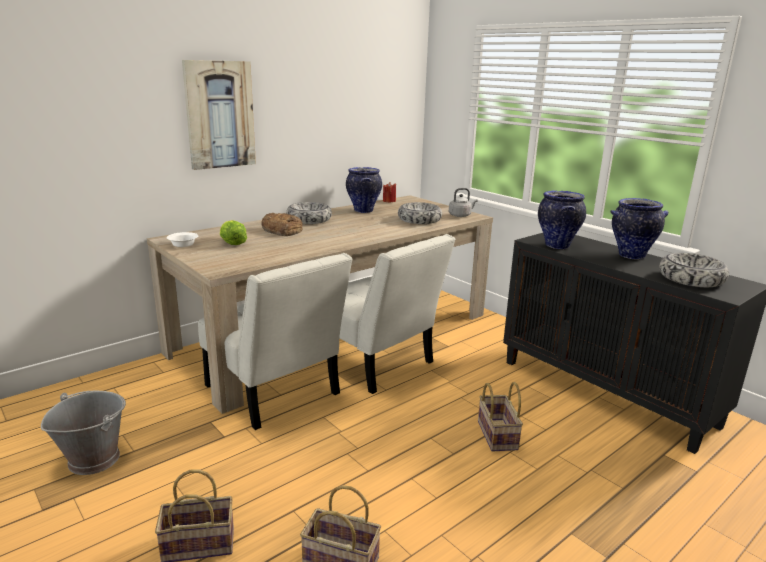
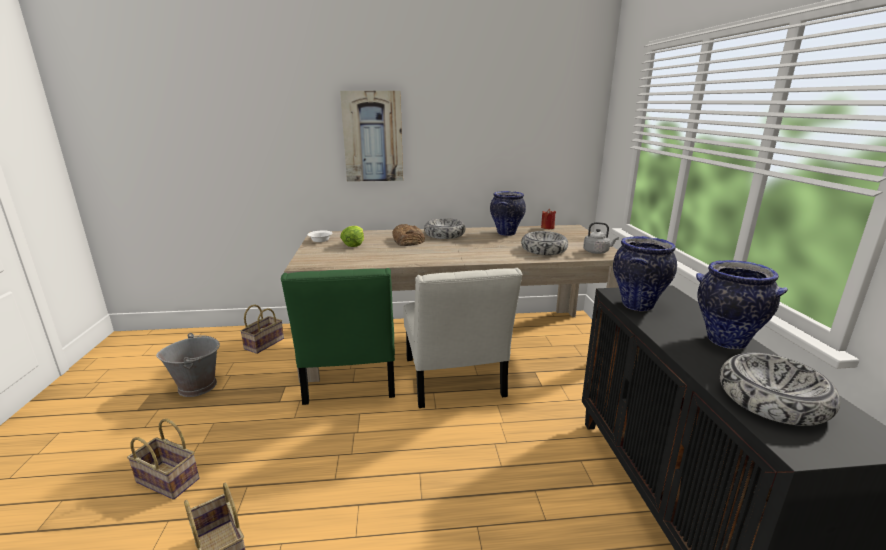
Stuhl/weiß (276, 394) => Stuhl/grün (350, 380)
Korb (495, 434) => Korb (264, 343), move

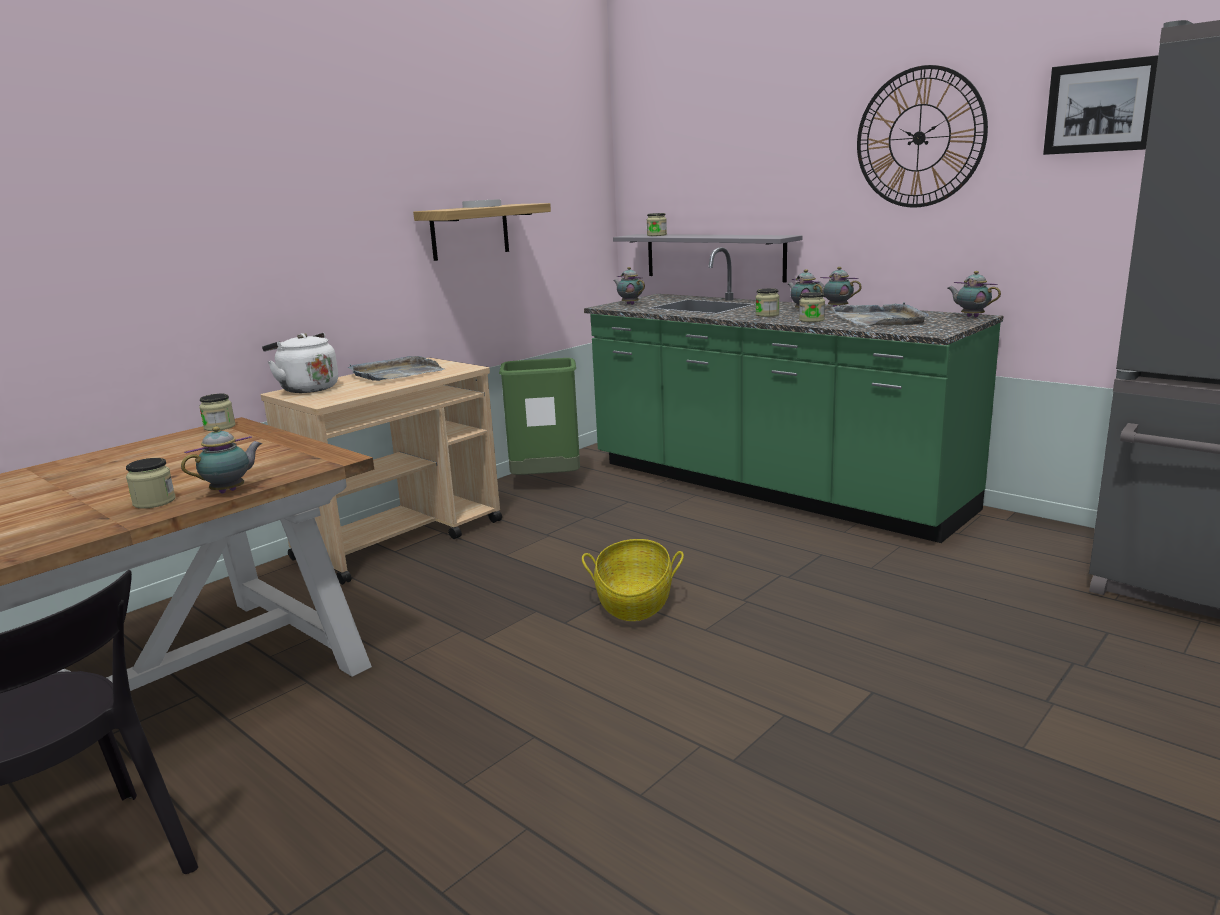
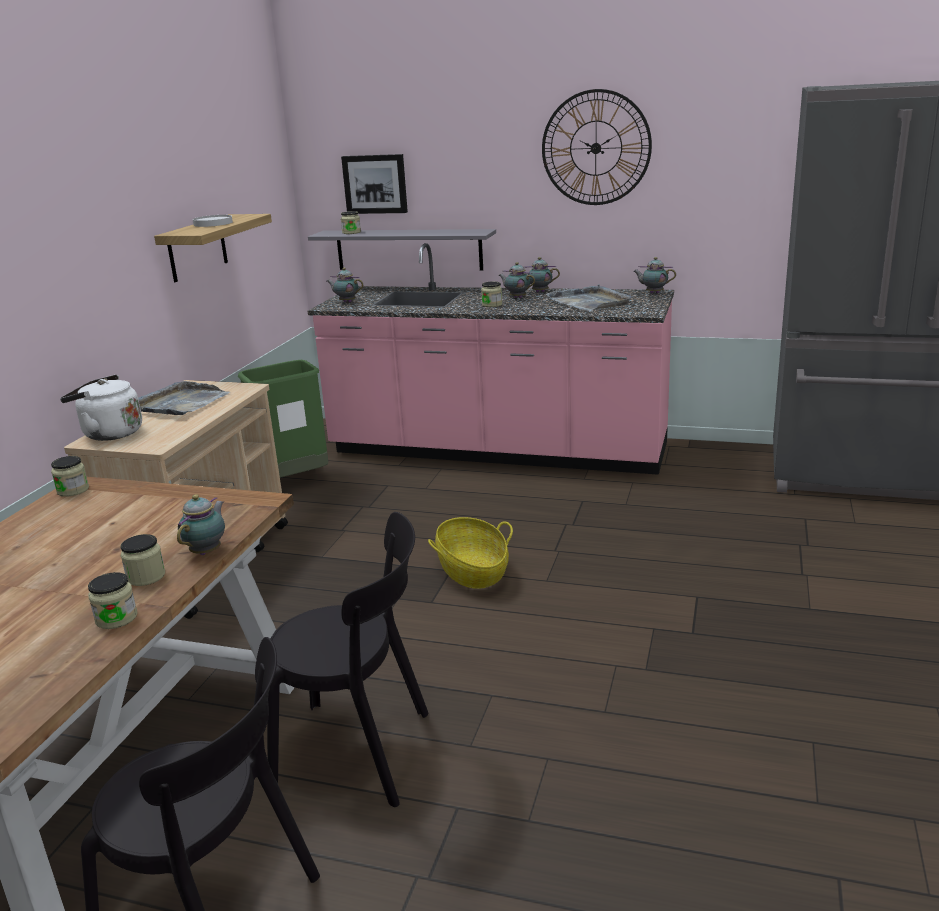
Bild (1101, 107) => Bild (375, 184), move
Küchenzeile/grün (771, 487) => Küchenzeile/rosa (497, 450)
Vorratsglas (811, 320) => Vorratsglas (116, 618), move
nothing => Stuhl/schwarz (360, 752)

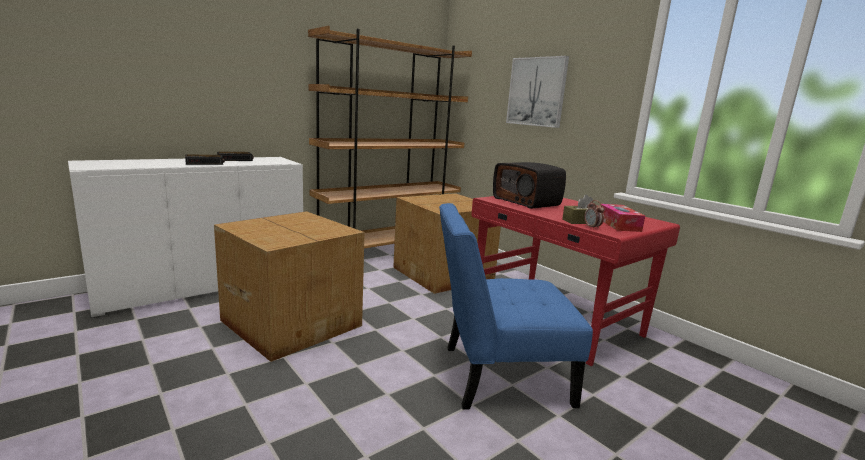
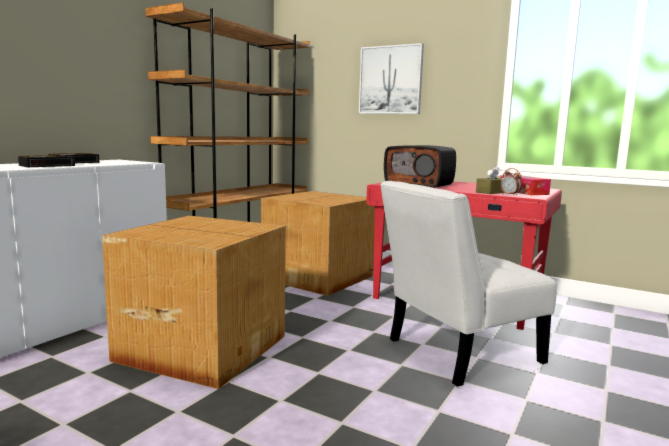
Stuhl/blau (497, 375) => Stuhl/weiß (457, 353)

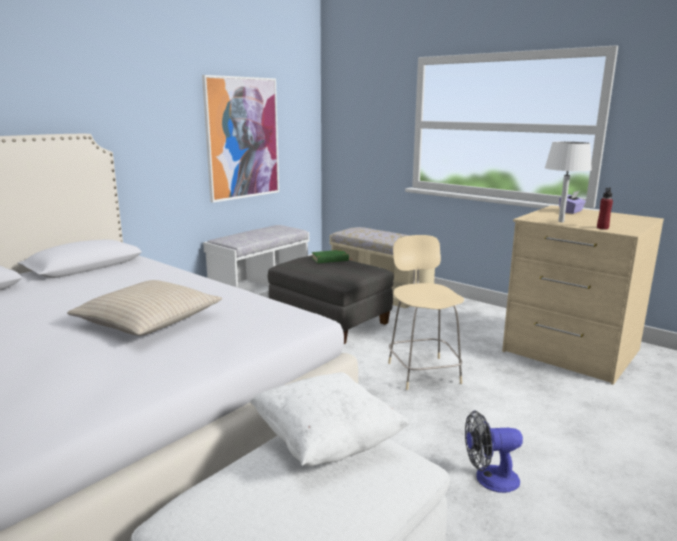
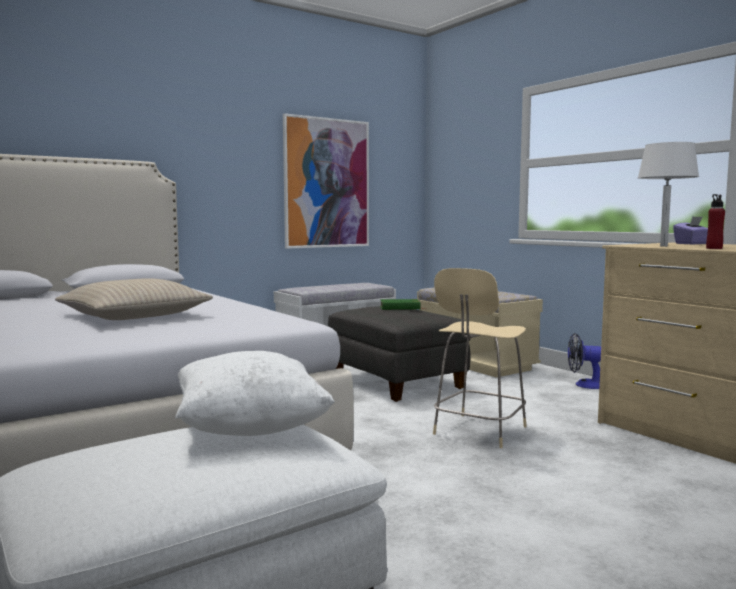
Stuhl/beige (422, 371) => Stuhl/beige (478, 431), 150 degrees counterclockwise
Ventilator (489, 479) => Ventilator (585, 385), move

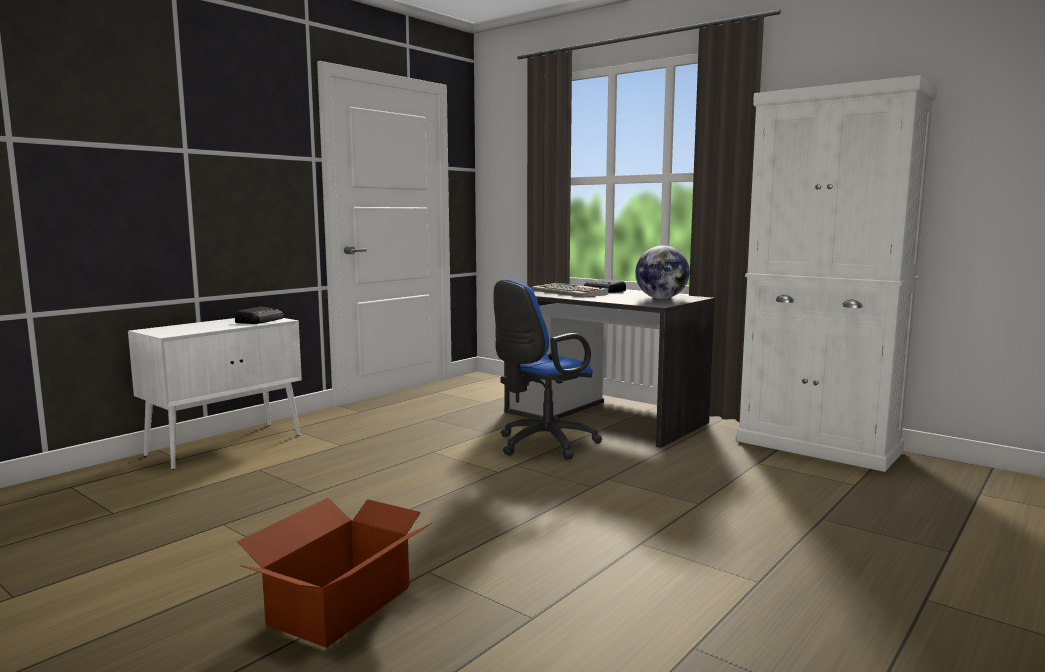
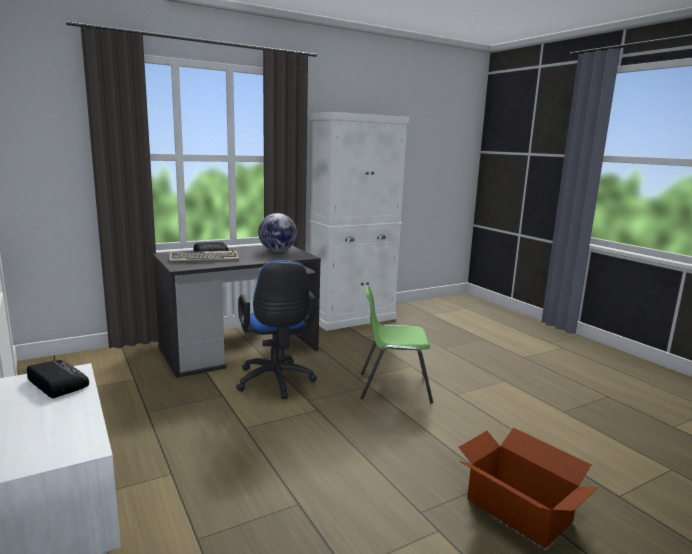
nothing => Stuhl/grün (393, 387)

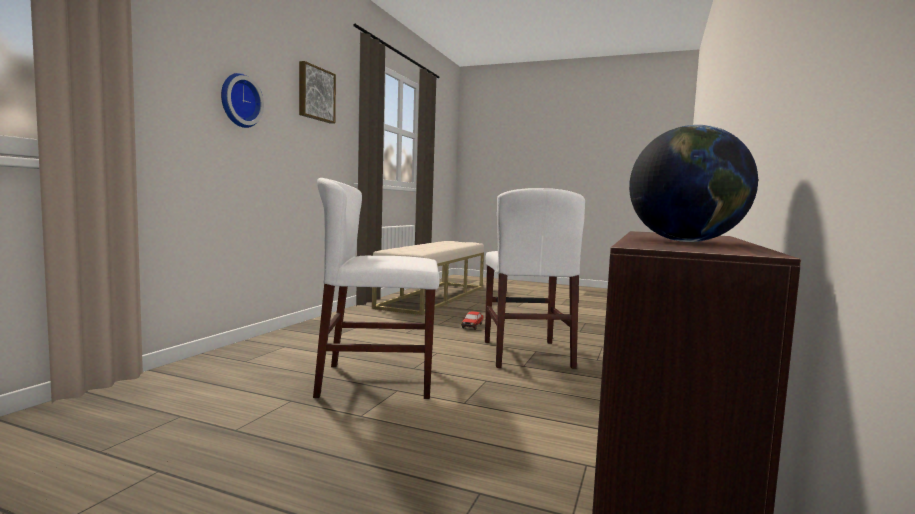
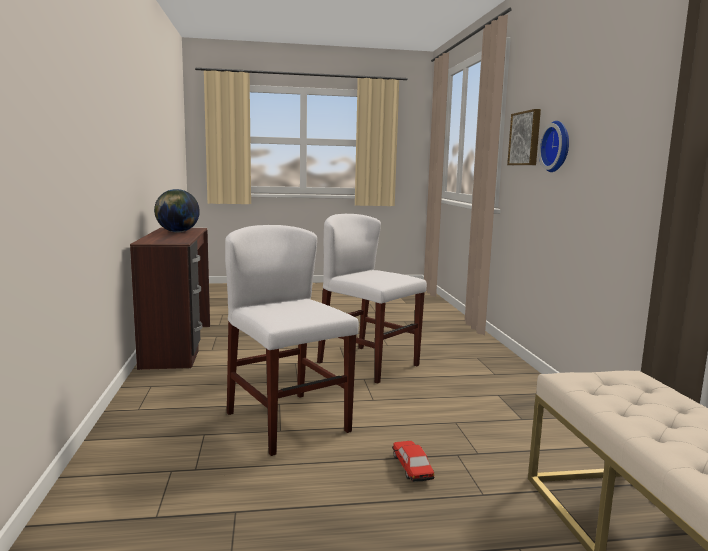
Bild (315, 94) => Bild (526, 138), move
Stuhl/weiß (377, 381) => Stuhl/weiß (368, 364), 105 degrees counterclockwise

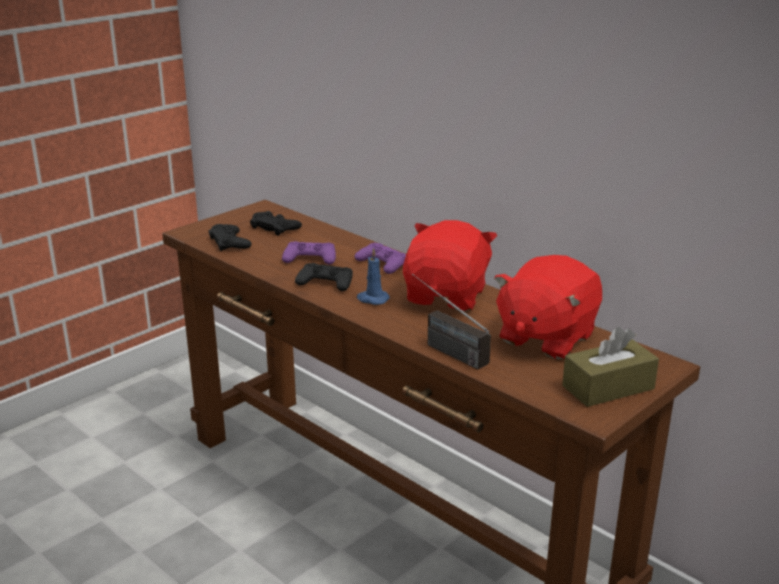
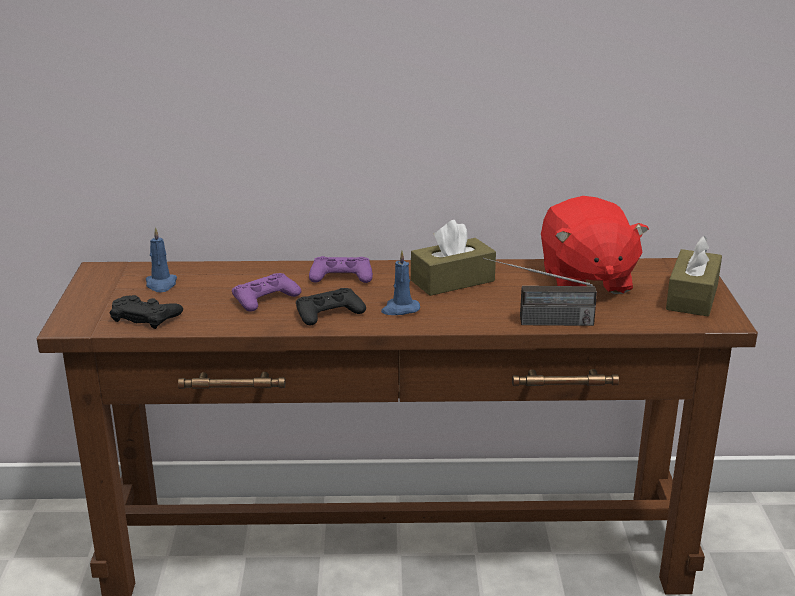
Gamepad/schwarz (275, 227) => Kerze/blau (161, 284)
Plüschtier/rot (447, 296) => Taschentuchbox/braun (452, 281)

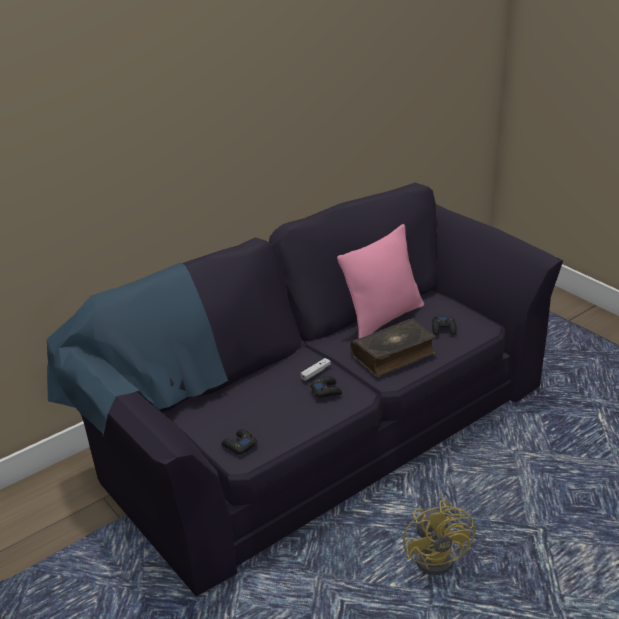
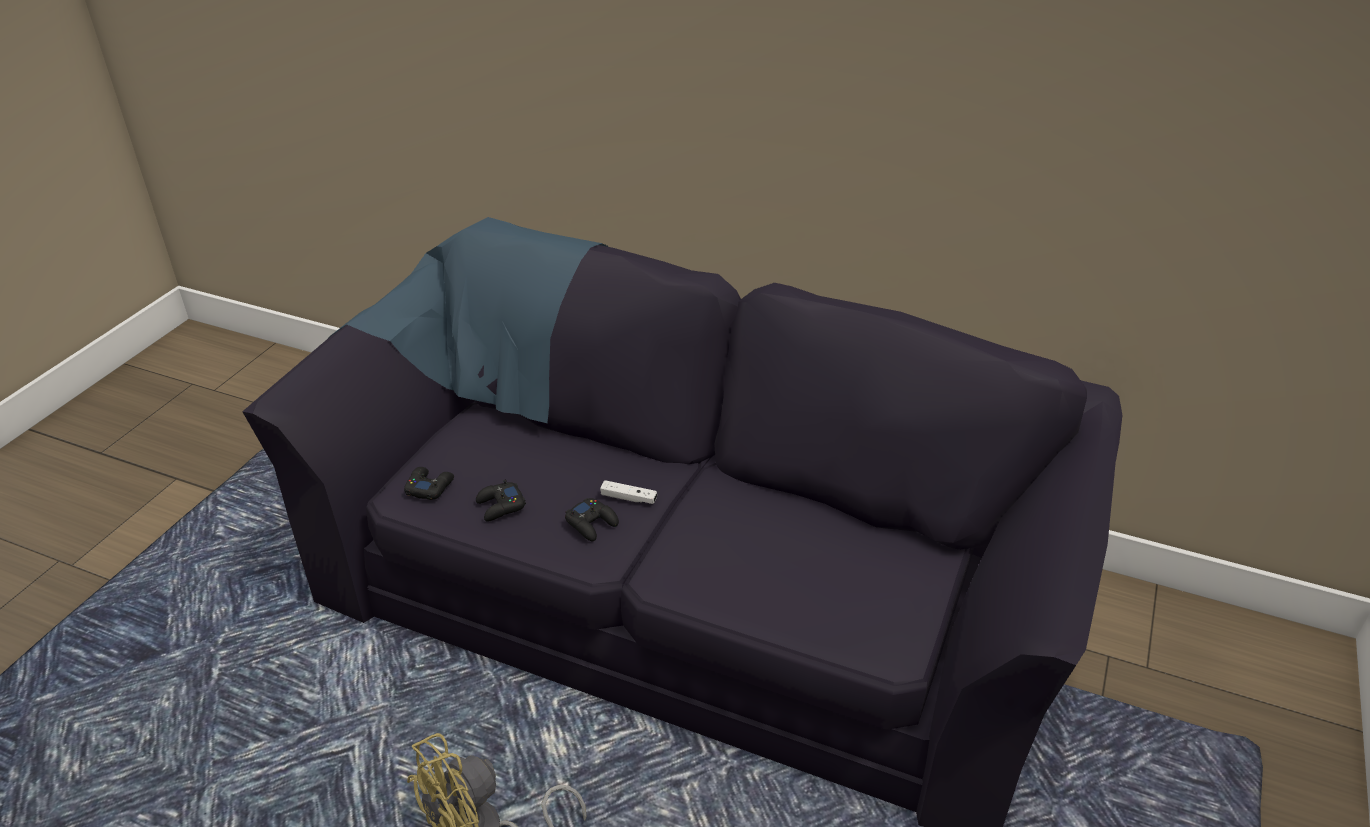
Kissen/rosa (383, 318) => nothing
Gamepad/schwarz (444, 329) => Gamepad/schwarz (500, 506), move
Buch (394, 355) => nothing

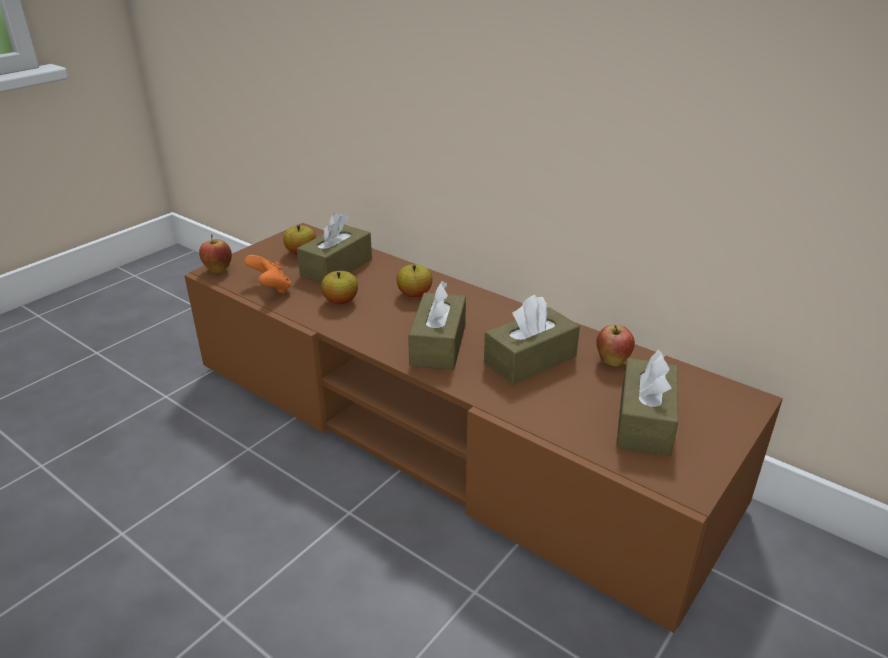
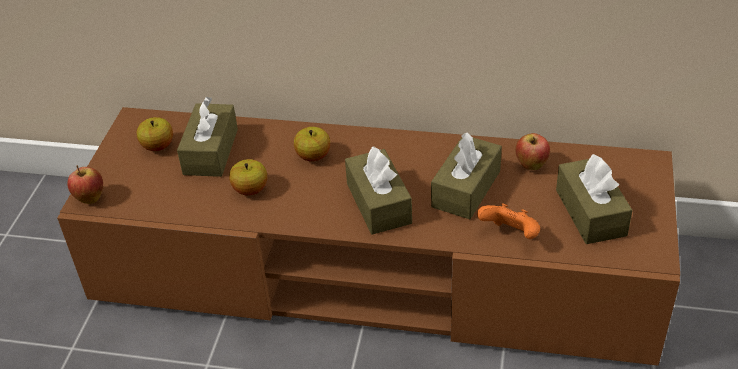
Gamepad/orange (271, 289) => Gamepad/orange (510, 235), move

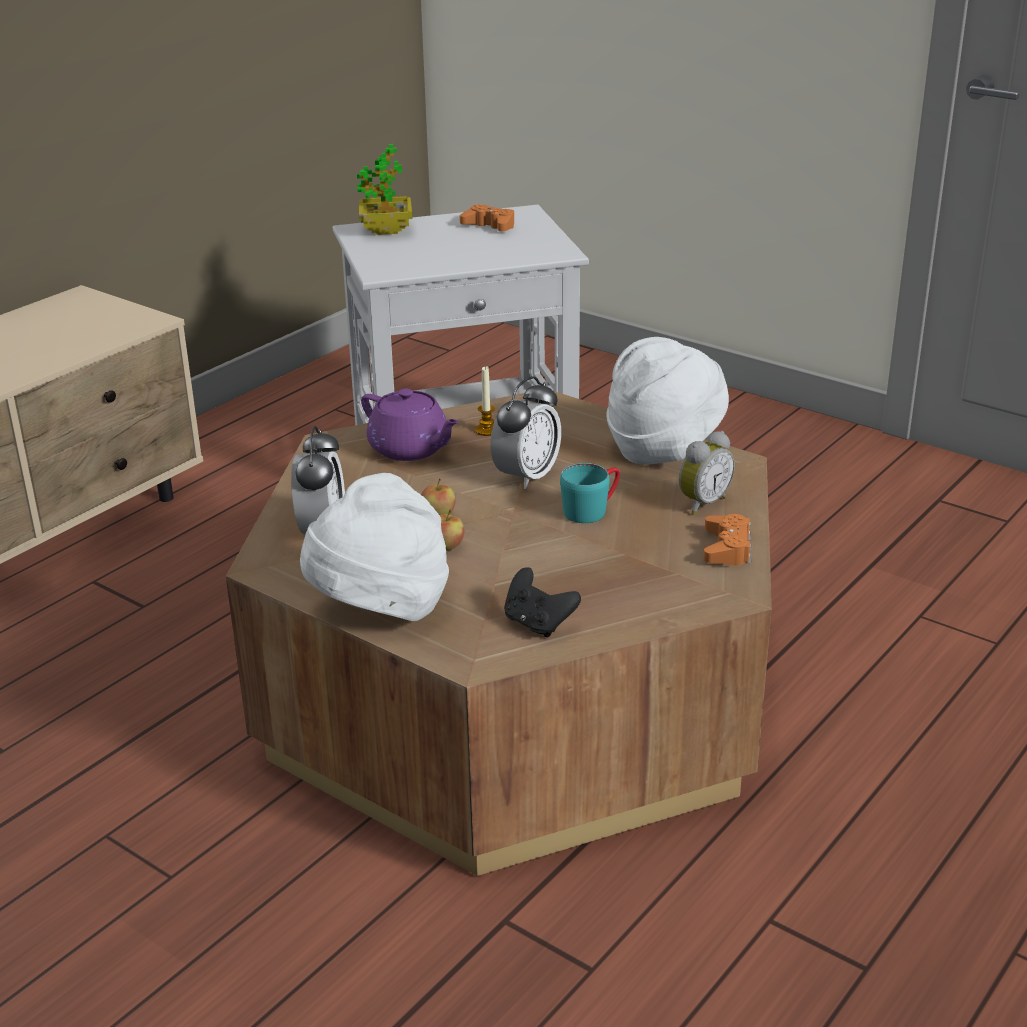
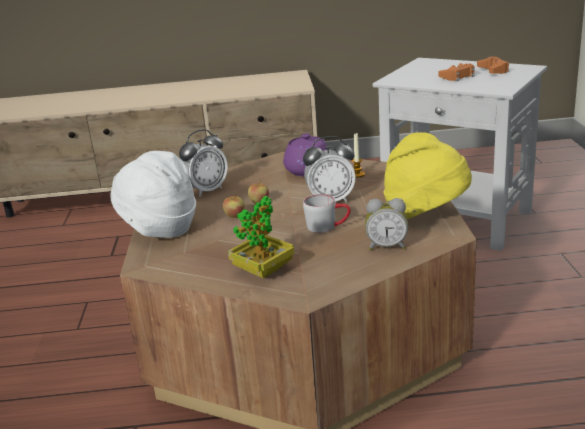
Topfpflanze (386, 230) => Topfpflanze (263, 270), move
Hut/weiß (664, 449) => Hut/gelb (425, 213)
Henkelbecher/türkis (592, 509) => Henkelbecher/grau (328, 226)
Gamepad/orange (727, 548) => Gamepad/orange (457, 76), move
Gamepad/schwarz (538, 624) => nothing

